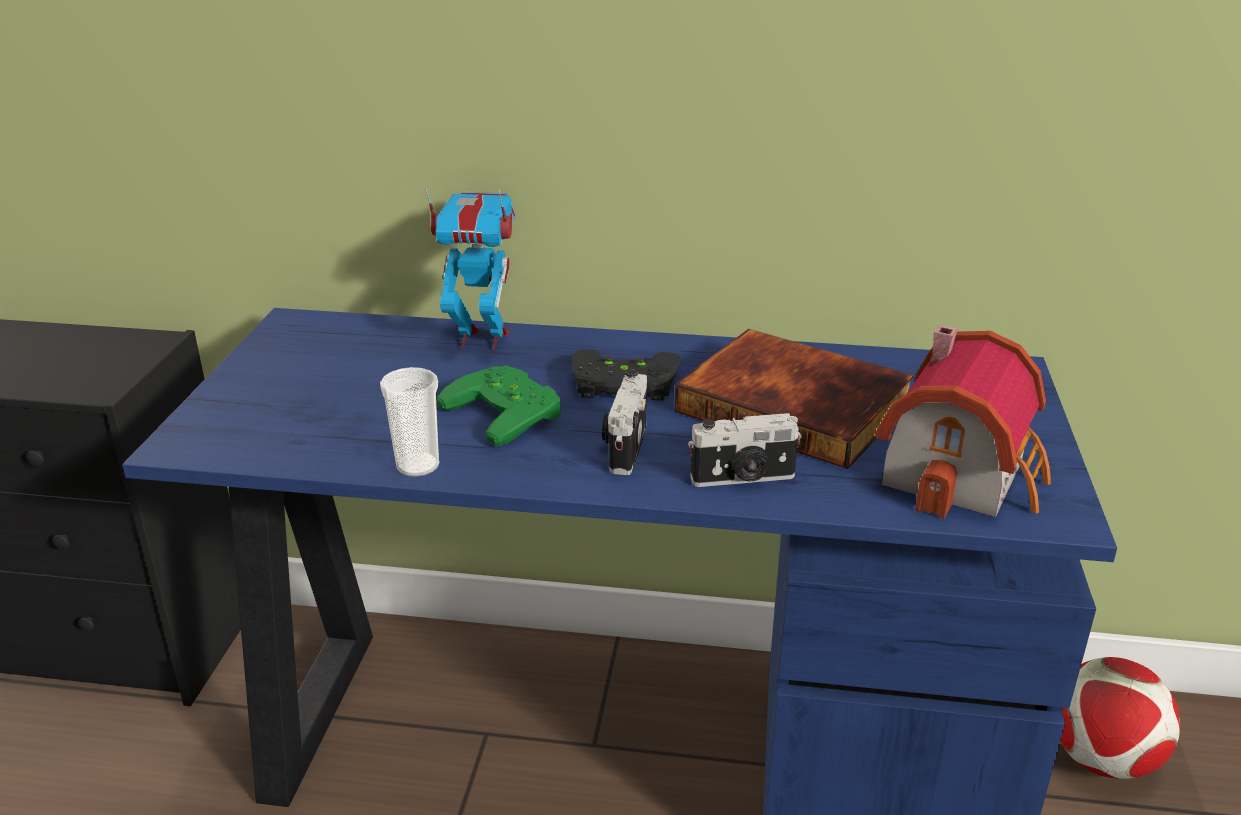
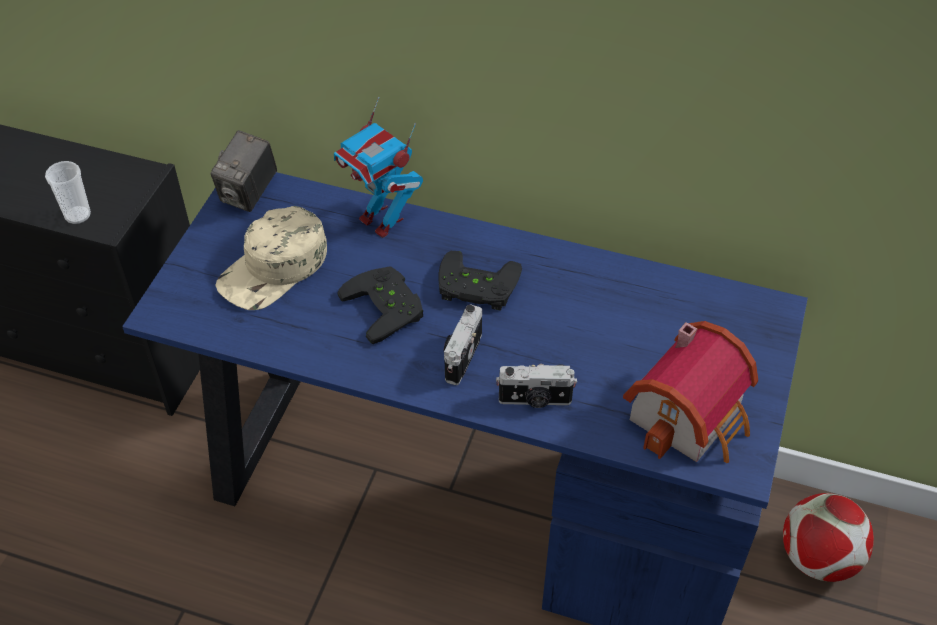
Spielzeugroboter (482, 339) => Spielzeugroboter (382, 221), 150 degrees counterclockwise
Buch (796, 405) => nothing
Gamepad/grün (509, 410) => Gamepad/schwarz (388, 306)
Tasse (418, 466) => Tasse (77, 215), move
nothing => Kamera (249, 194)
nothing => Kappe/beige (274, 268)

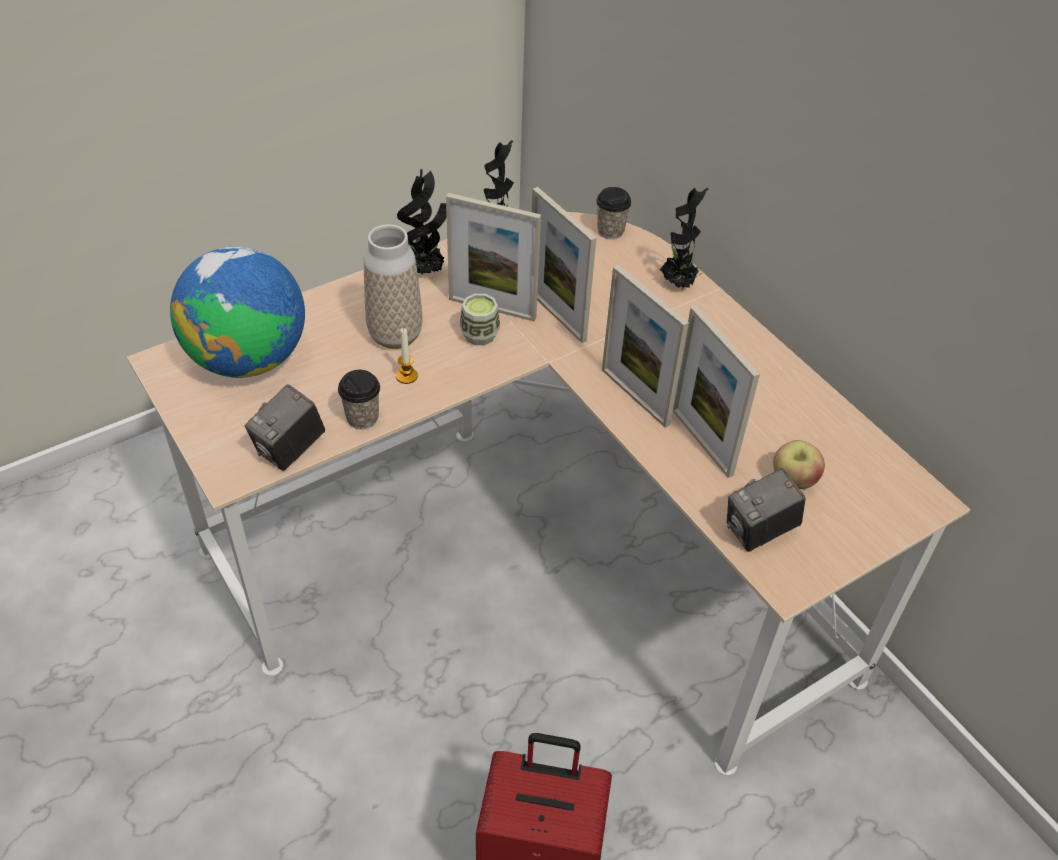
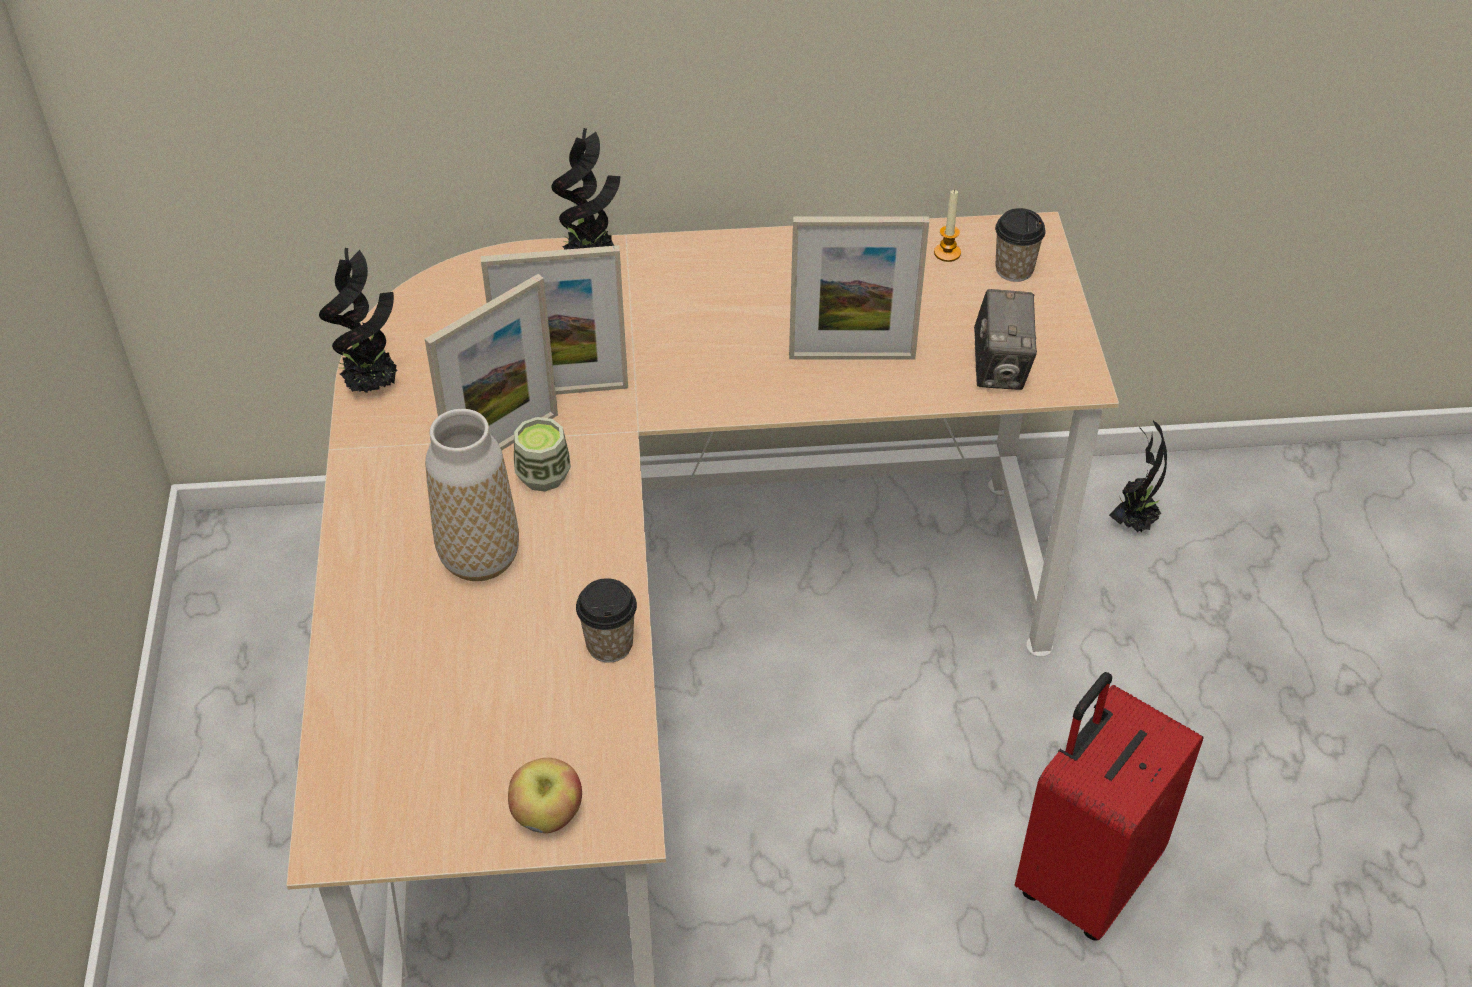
Topfpflanze (426, 271) => Topfpflanze (1134, 522), move
Tasse (610, 231) => Tasse (1014, 270), move
Globus (249, 359) => nothing
Bilderrahmen (635, 397) => nothing
Kerze (406, 376) => Kerze (947, 253), move
Kamera (290, 450) => nothing
Apfel (793, 480) => Apfel (547, 815), move

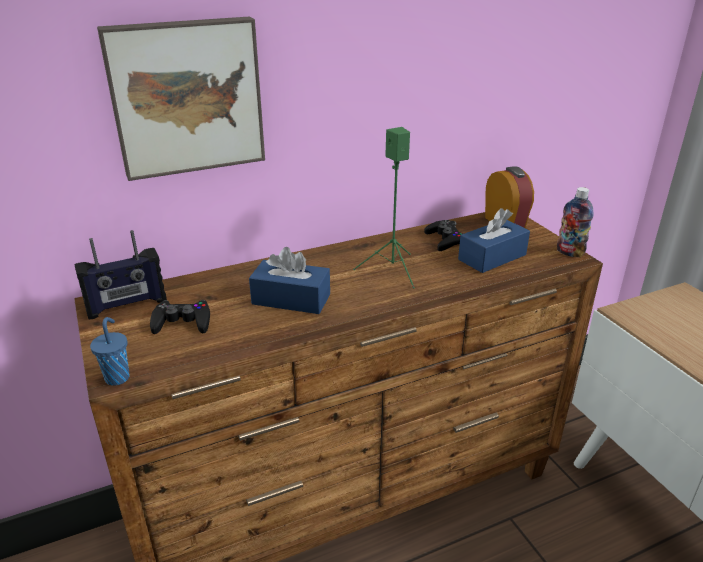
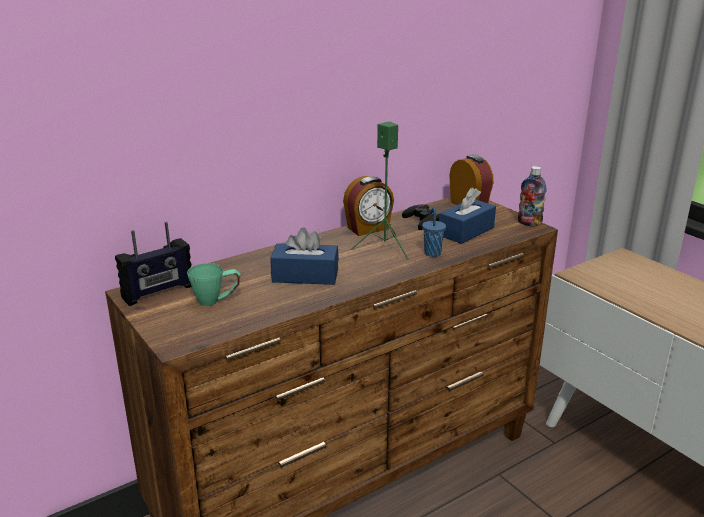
Bild (186, 97) => nothing
Gamepad/schwarz (182, 322) => Henkelbecher/grün (216, 301)
Tasse/blau (118, 377) => Tasse/blau (432, 253), move
nothing => Wecker (368, 229)

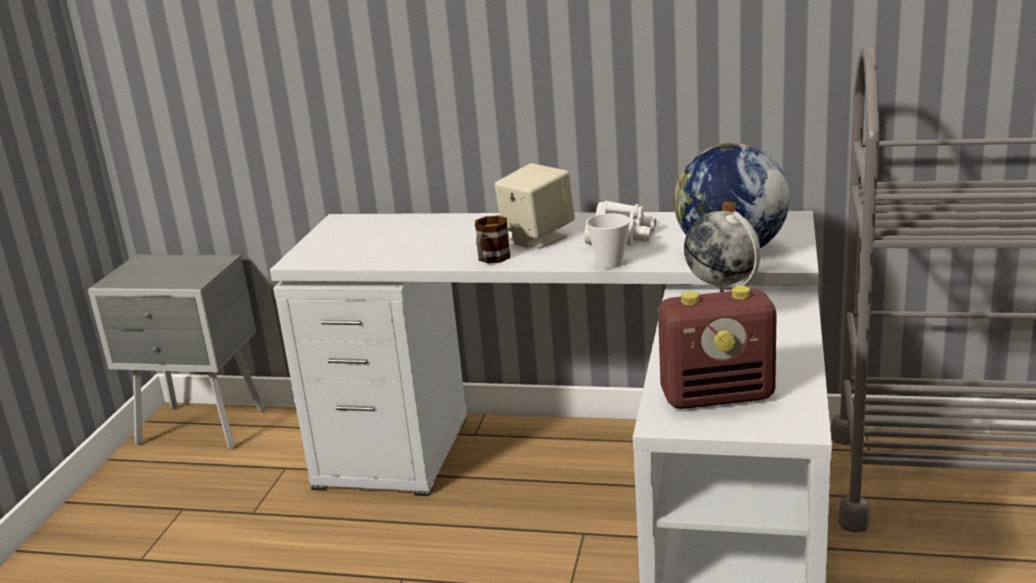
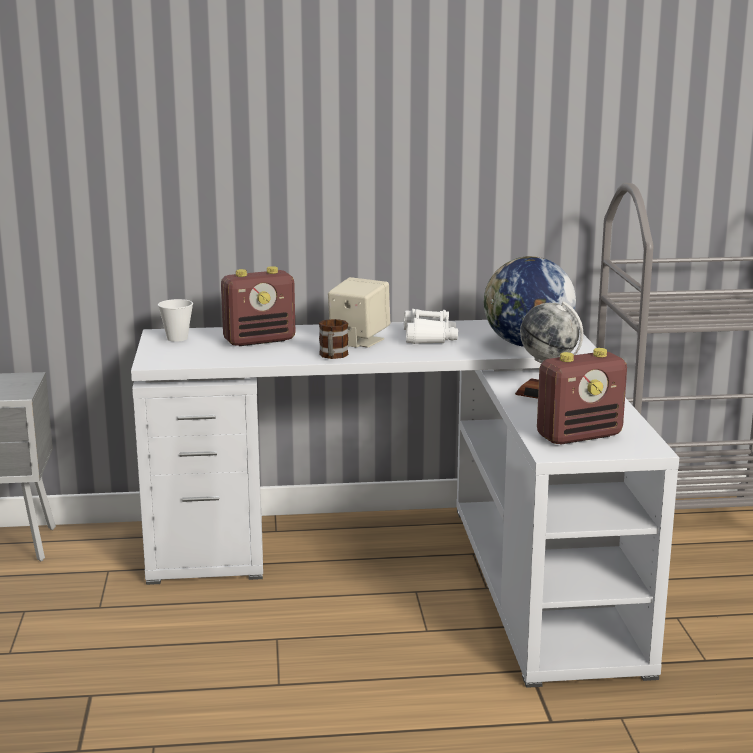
Tasse (610, 263) => Tasse (177, 338), move
nothing => Radio (260, 340)

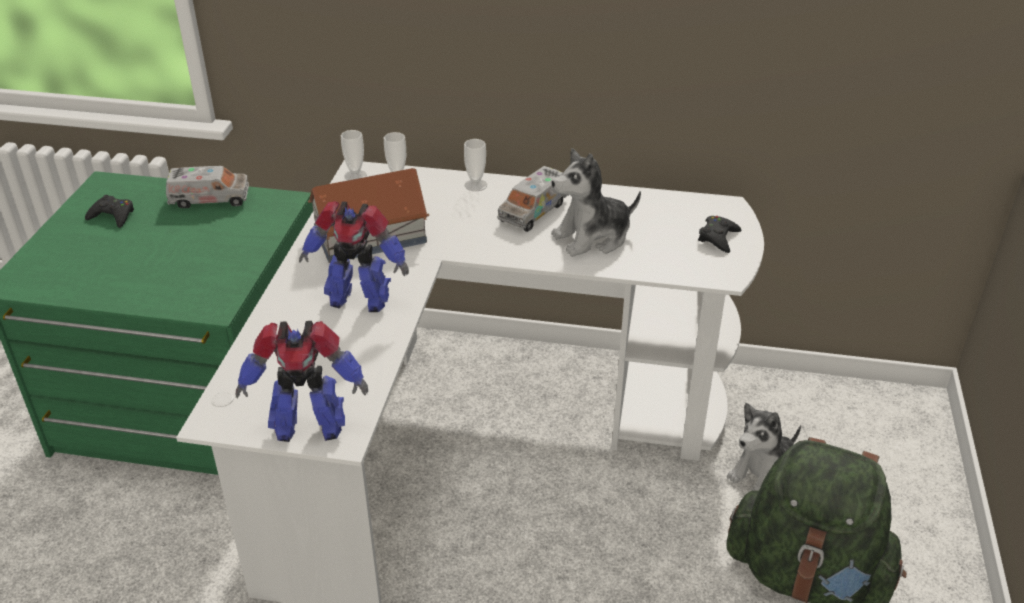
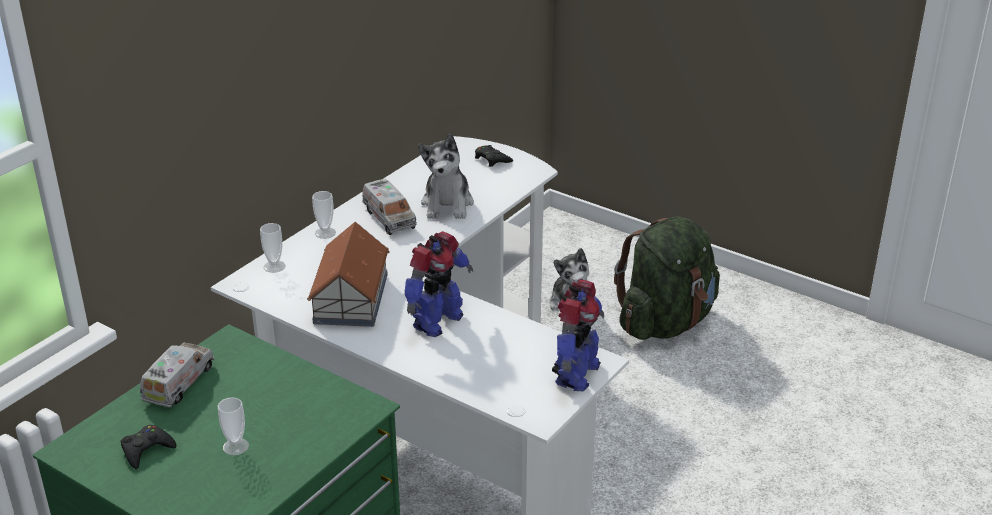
Tasse (355, 176) => Tasse (236, 446), move

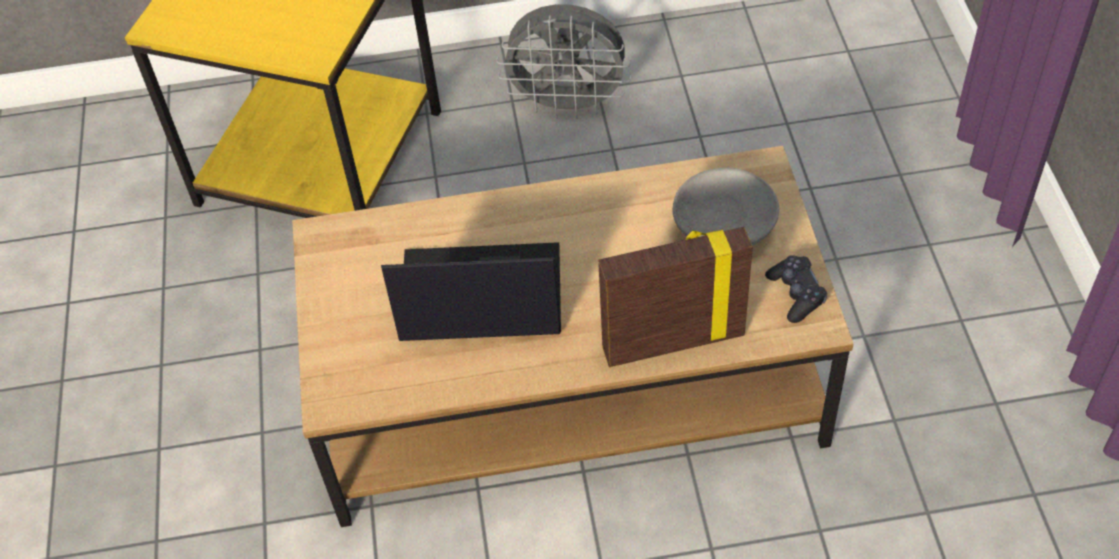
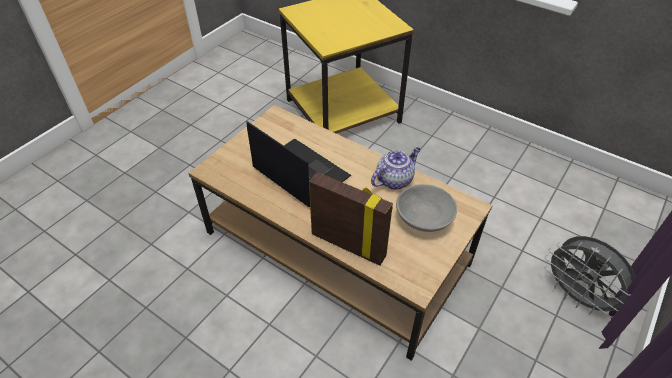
Ventilator/grau (569, 105) => Ventilator/grau (577, 296), move
Gamepad/schwarz (796, 294) => nothing
nothing => Teekanne (394, 180)

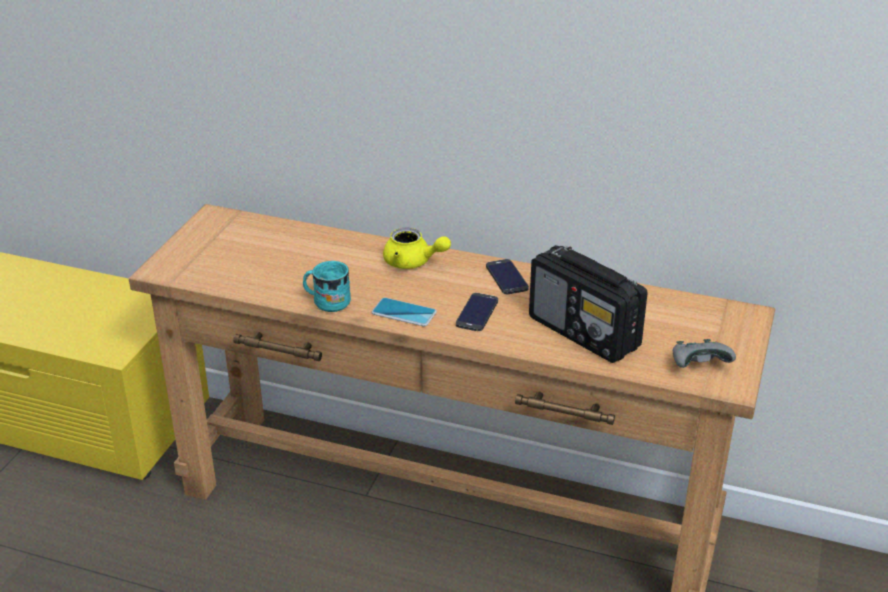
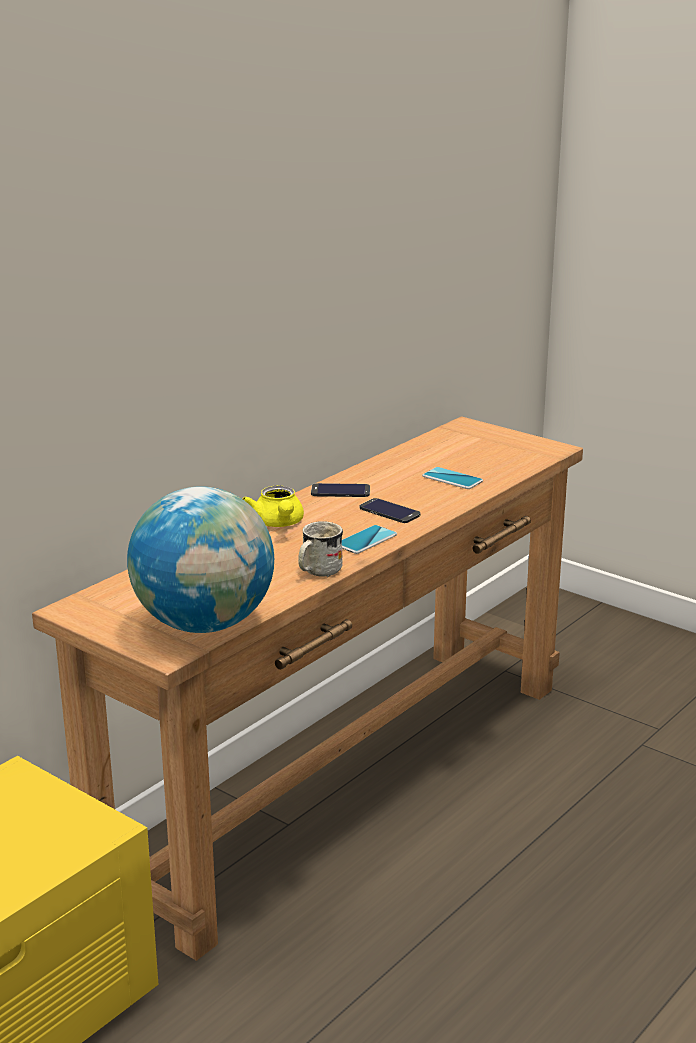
Teekanne/gelb (413, 262) => Teekanne/gelb (278, 524), 120 degrees clockwise
Radio (584, 333) => Handy (452, 479)
Henkelbecher/türkis (327, 302) => Henkelbecher/weiß (317, 571)
Gamepad/grau (699, 366) => nothing
nothing => Globus (204, 624)

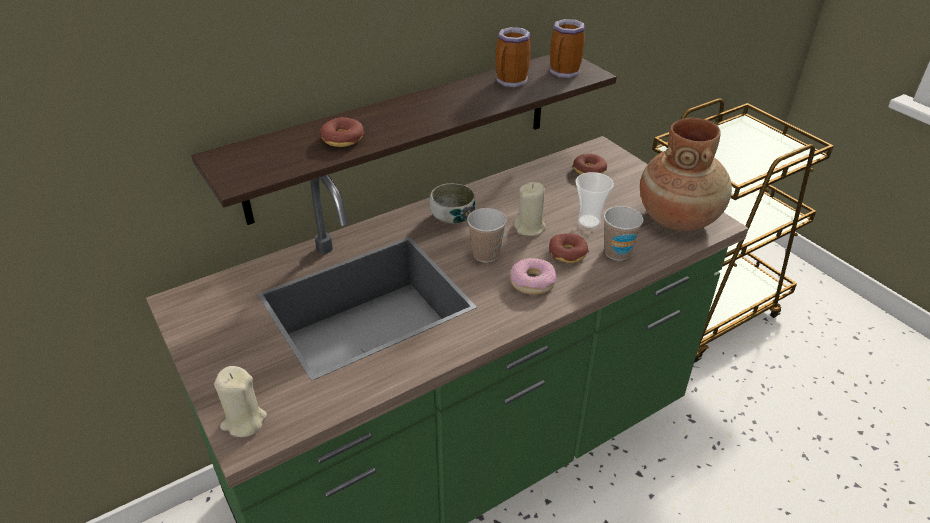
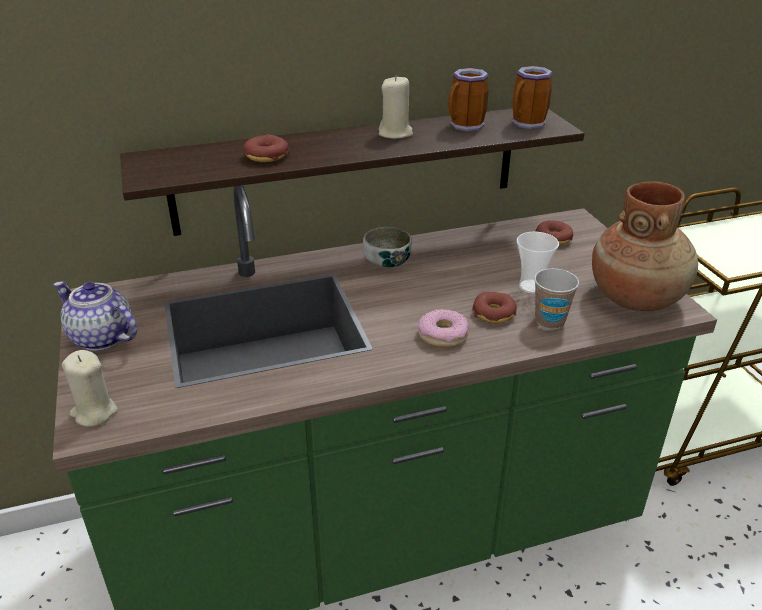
Kerze/beige (530, 227) => Kerze/beige (395, 133), move
Tasse (486, 254) => nothing
nothing => Teekanne (101, 337)

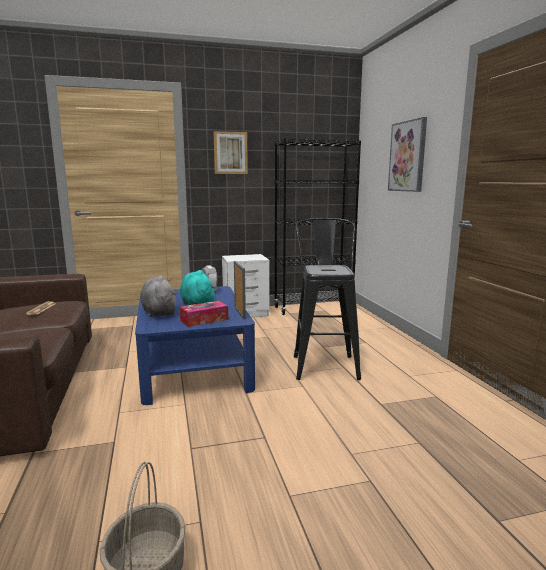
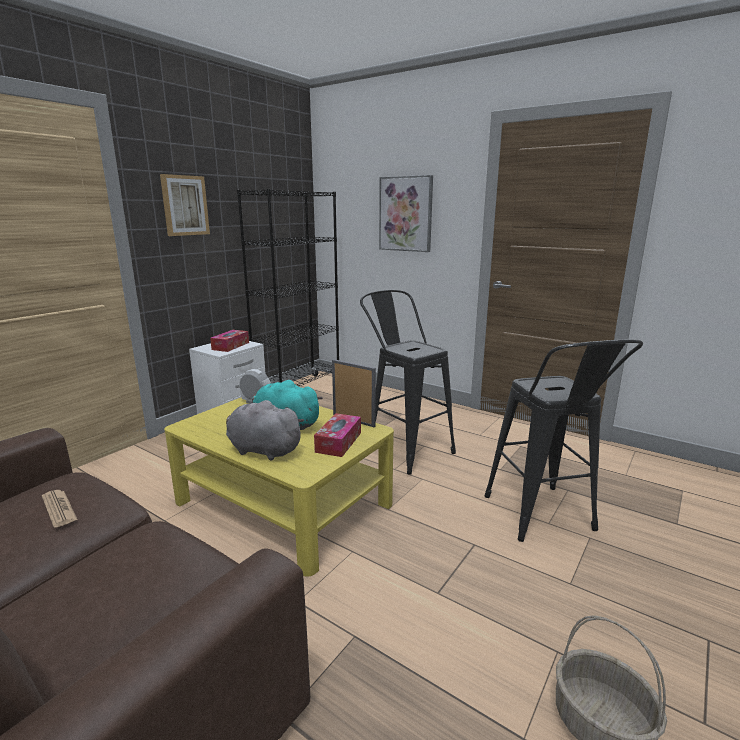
Couchtisch/blau (193, 365) => Couchtisch/gelb (283, 503)
nothing => Taschentuchbox (230, 346)
nothing => Hocker/schwarz (543, 520)

